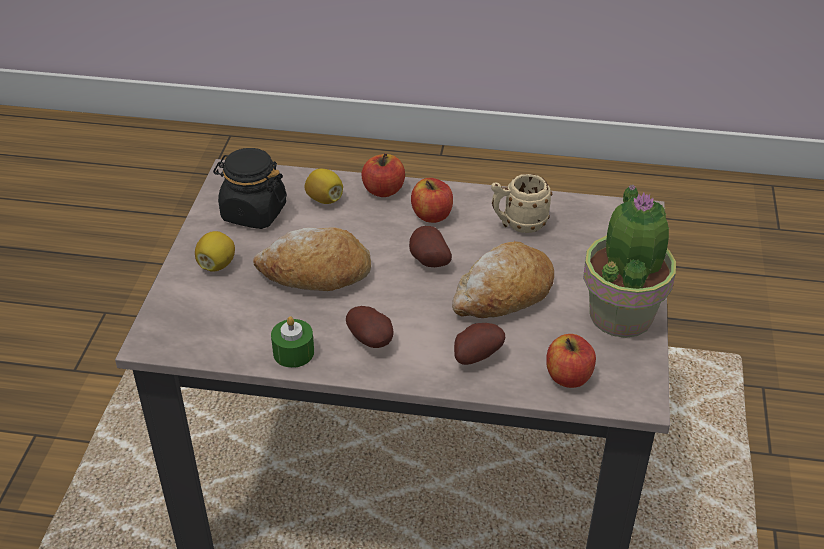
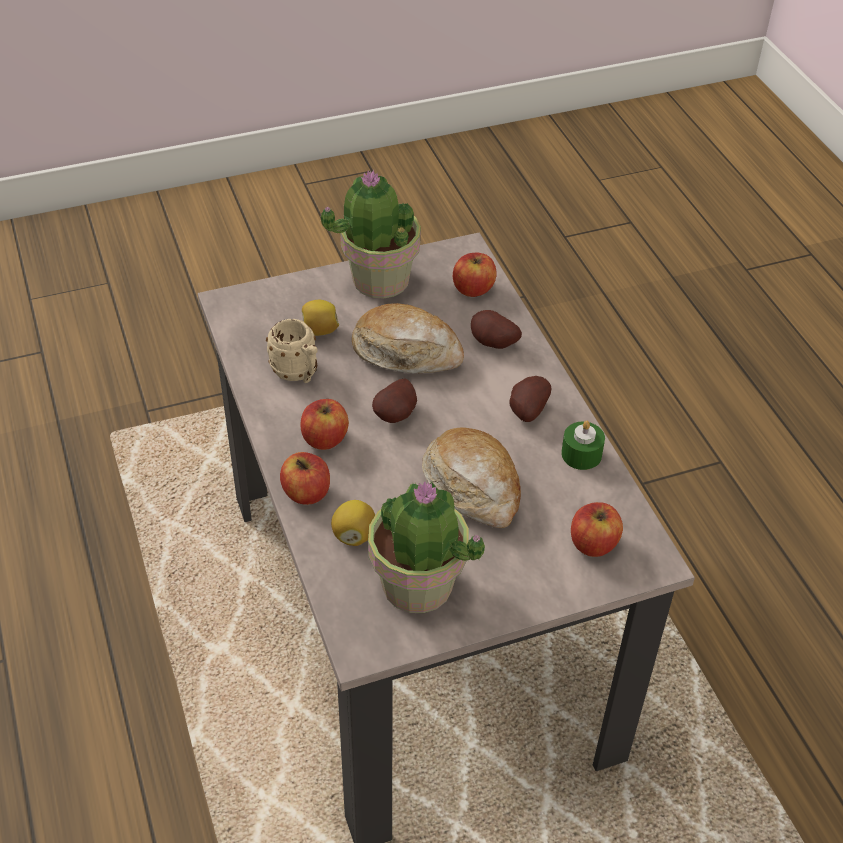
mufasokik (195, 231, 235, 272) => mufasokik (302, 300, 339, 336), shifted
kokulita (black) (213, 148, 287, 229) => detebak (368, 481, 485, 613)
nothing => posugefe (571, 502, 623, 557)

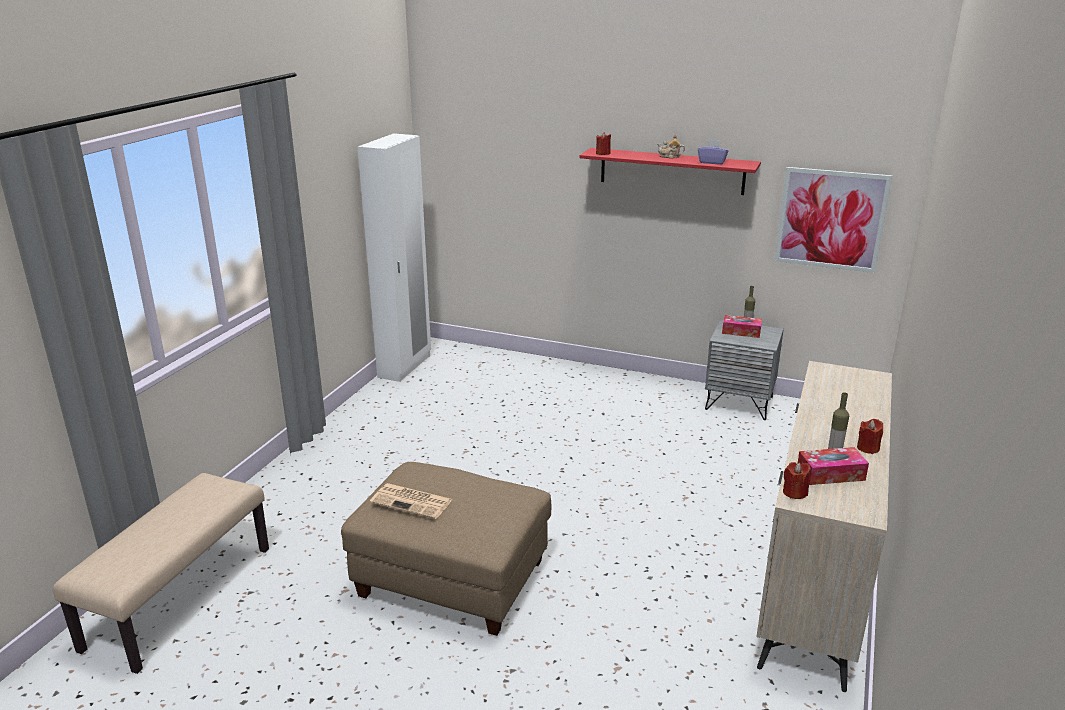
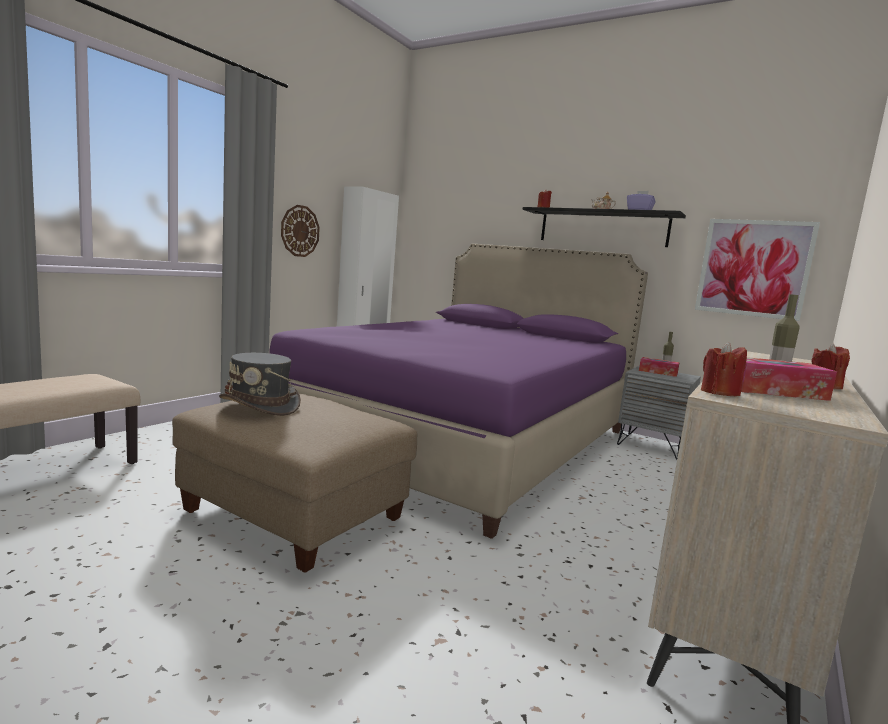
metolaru (370, 483, 453, 519) => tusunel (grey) (219, 353, 301, 416)
nothing => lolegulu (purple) (269, 244, 648, 539)
nothing => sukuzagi (281, 205, 320, 257)
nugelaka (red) (579, 148, 761, 195) => nugelaka (black) (523, 207, 686, 247)

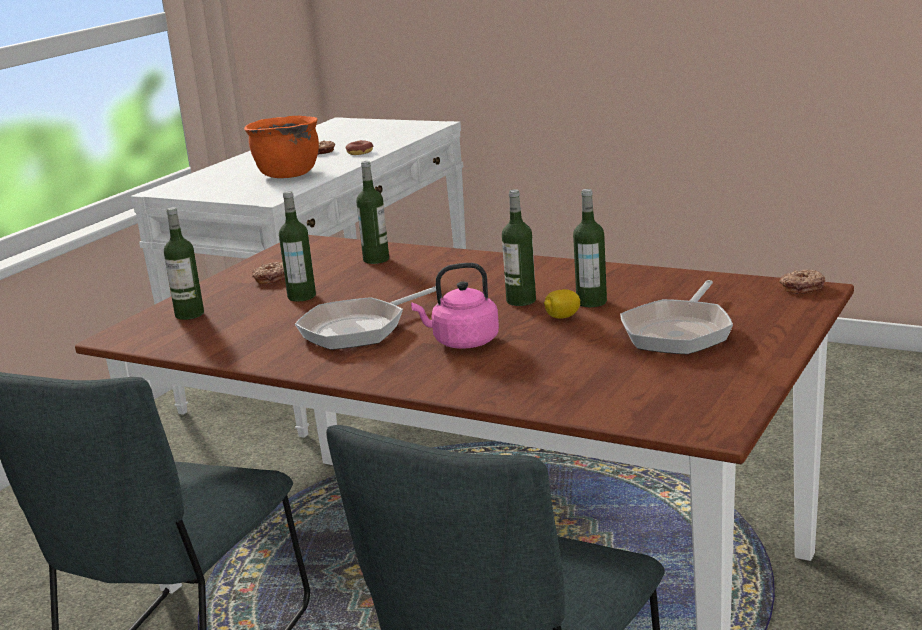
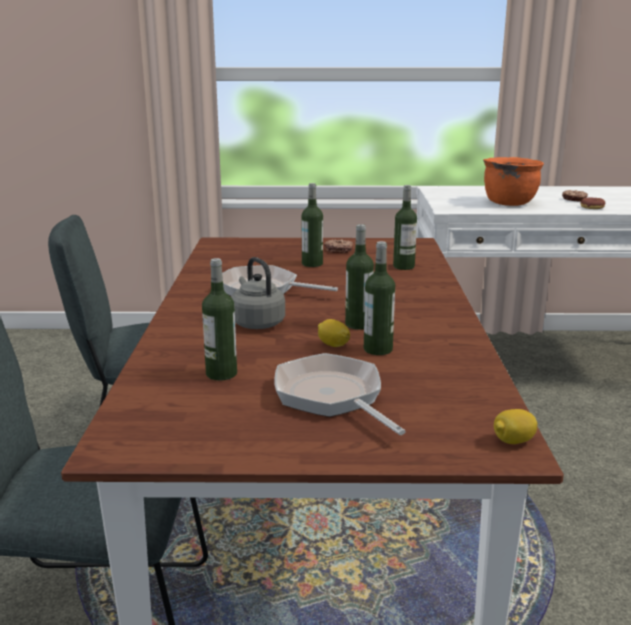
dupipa (164, 207, 204, 320) => dupipa (202, 258, 237, 381), shifted
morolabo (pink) (411, 263, 499, 349) => morolabo (grey) (231, 257, 285, 329)
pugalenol (620, 280, 733, 354) => pugalenol (275, 353, 406, 435), 60 degrees clockwise
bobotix (780, 270, 825, 294) => mufasokik (494, 409, 538, 444)

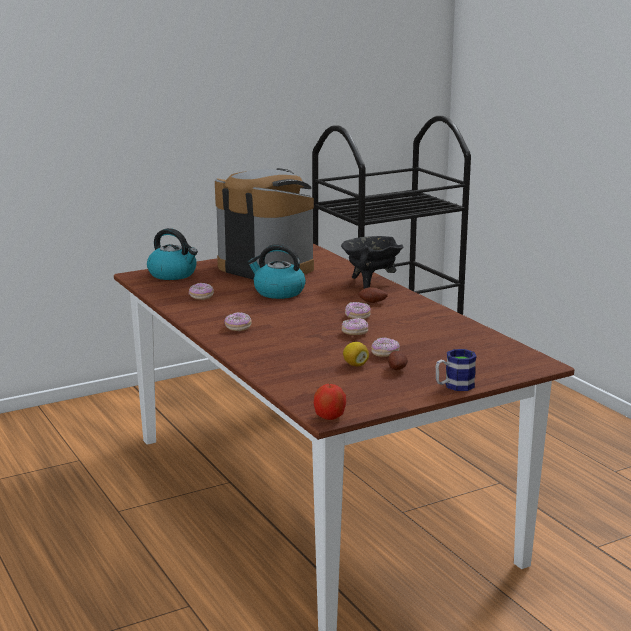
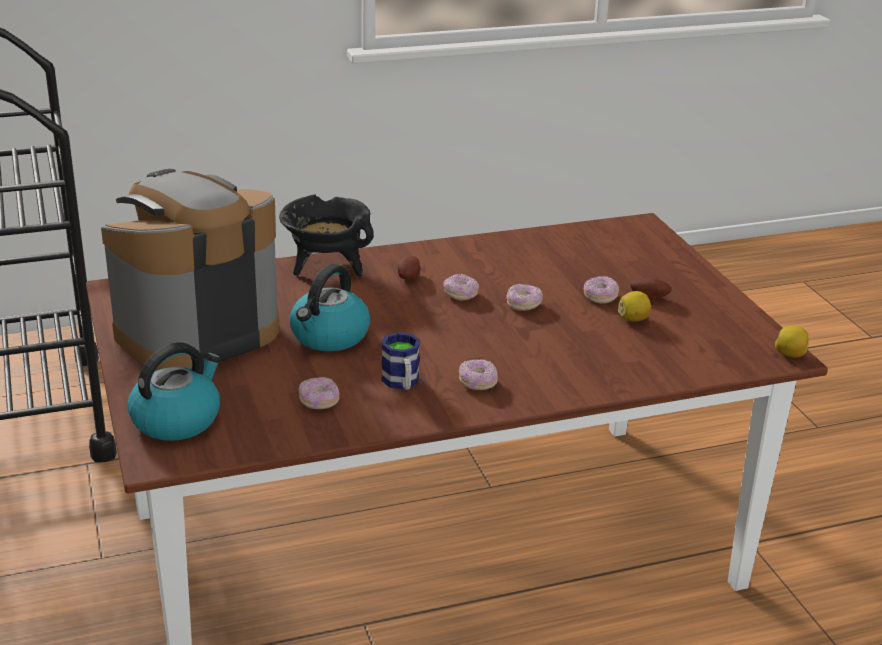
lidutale (436, 349, 477, 391) => lidutale (381, 332, 420, 390), shifted
posugefe (314, 384, 346, 420) => mufasokik (775, 326, 809, 357)

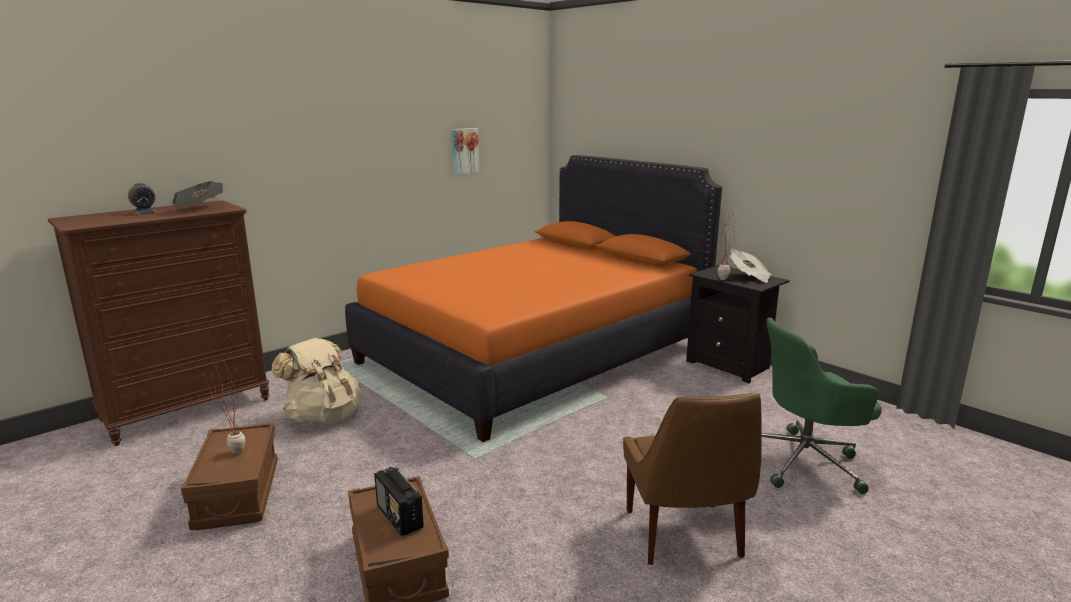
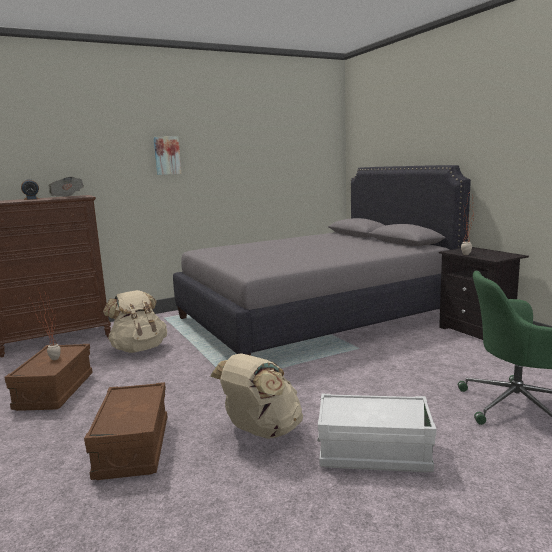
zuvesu (452, 128, 479, 175) => zuvesu (153, 136, 181, 175), shifted
lolegulu (orange) (345, 155, 722, 442) => lolegulu (grey) (173, 165, 471, 356)
nothing => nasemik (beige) (210, 353, 303, 439)
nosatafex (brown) (623, 393, 762, 565) => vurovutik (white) (317, 394, 436, 472)
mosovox (374, 467, 424, 536) => nothing
metolaru (730, 249, 771, 283) => nothing

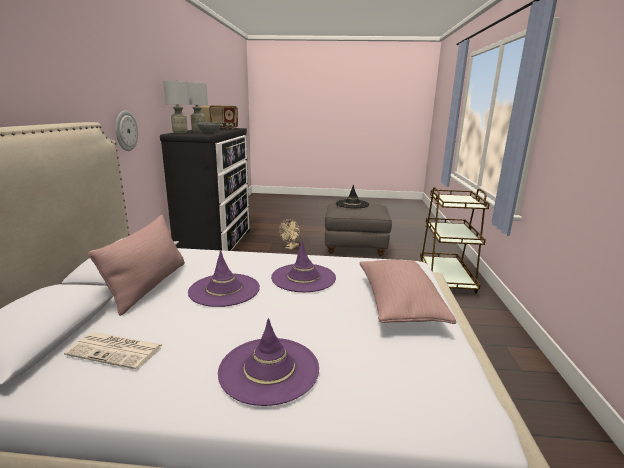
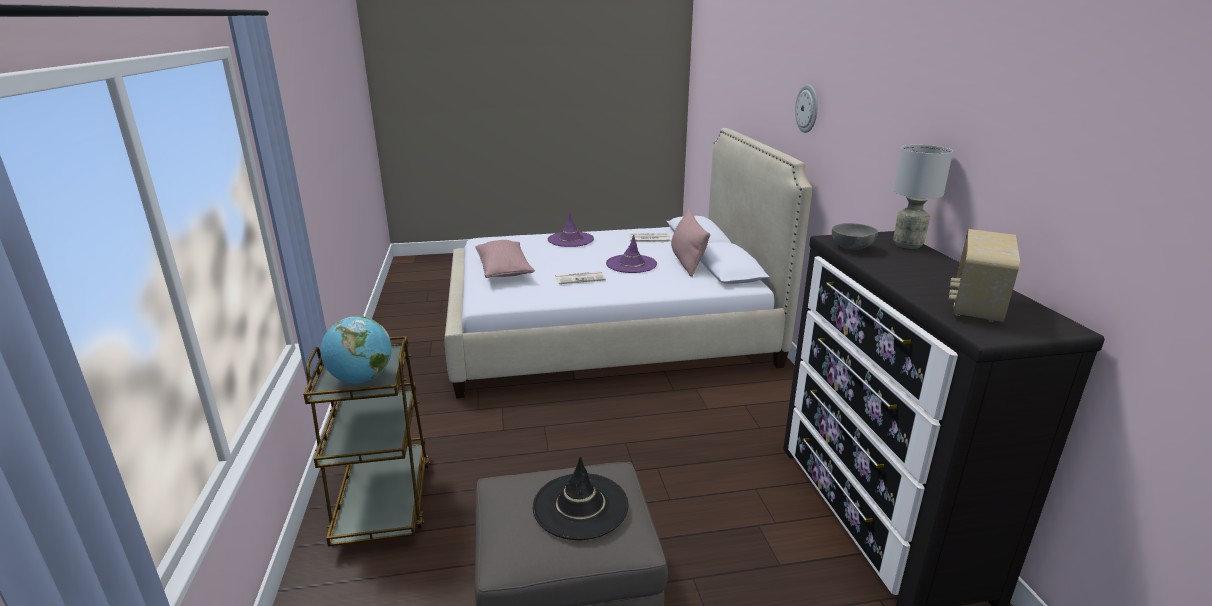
nothing => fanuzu (321, 316, 392, 383)
tusunel (purple) (271, 241, 336, 292) => metolaru (555, 271, 606, 284)
sukuzagi (115, 111, 138, 151) => sukuzagi (795, 84, 818, 133), shifted
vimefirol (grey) (188, 82, 208, 132) => nothing
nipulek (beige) (279, 219, 300, 250) => nothing

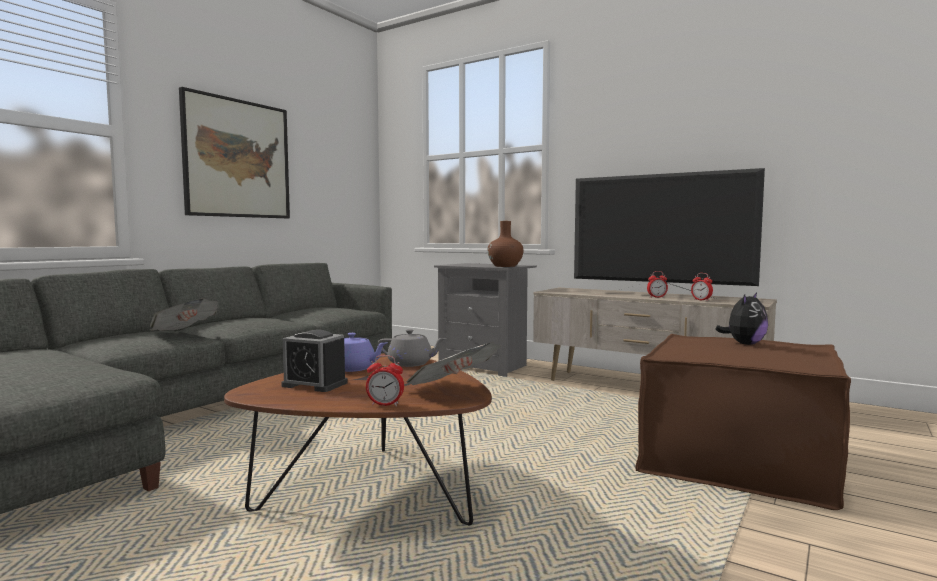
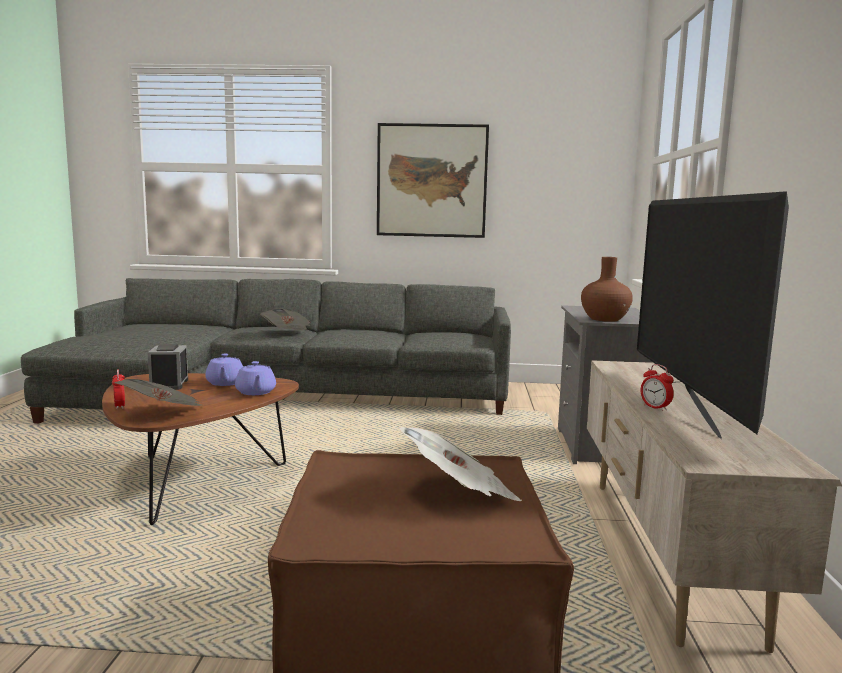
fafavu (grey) (378, 329, 446, 367) => fafavu (purple) (235, 361, 276, 395)
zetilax (715, 292, 768, 345) => metolaru (399, 427, 522, 501)
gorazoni (691, 273, 713, 301) => nothing

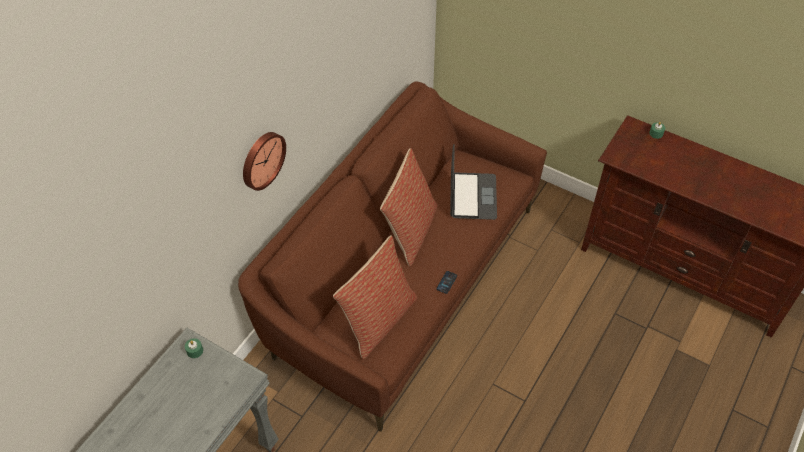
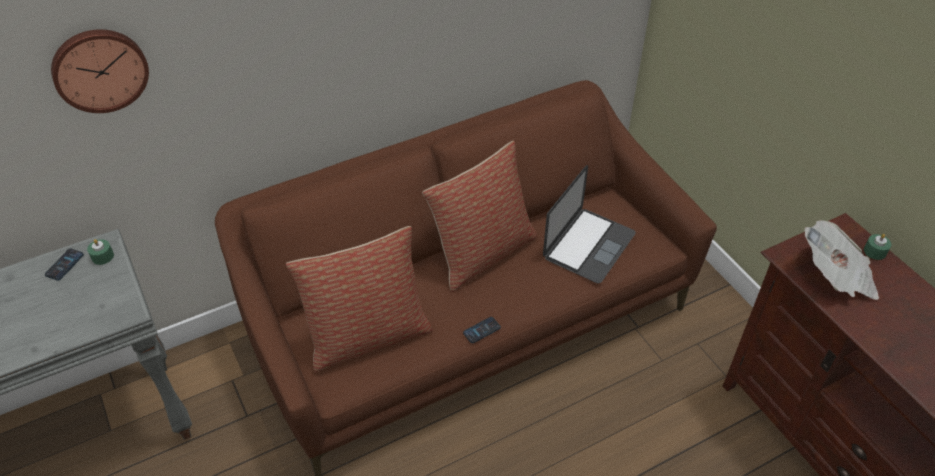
nothing => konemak (45, 249, 84, 280)
sukuzagi (243, 132, 286, 191) => sukuzagi (51, 29, 149, 113), shifted
nothing => metolaru (804, 220, 880, 300)

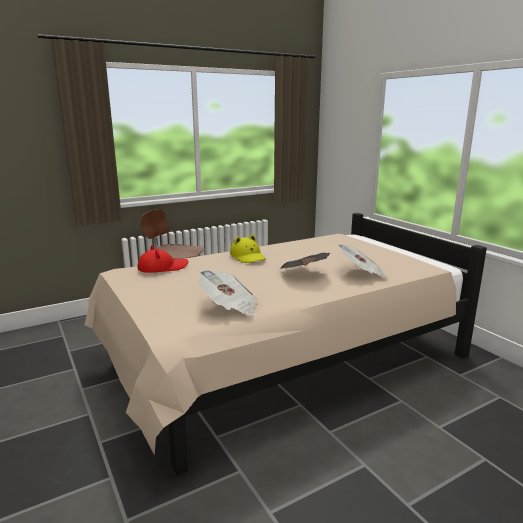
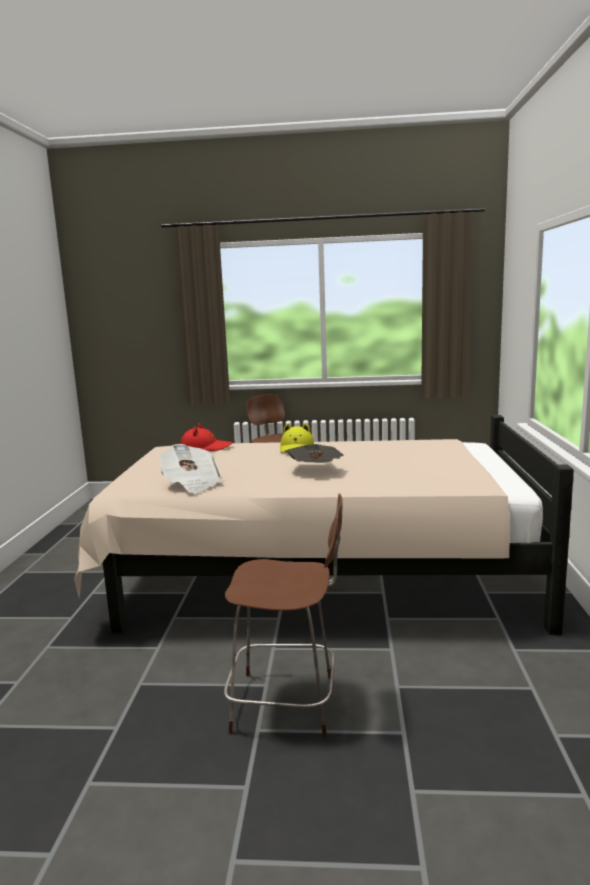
nothing => nosatafex (brown) (224, 493, 343, 738)
metolaru (338, 244, 387, 278) => nothing

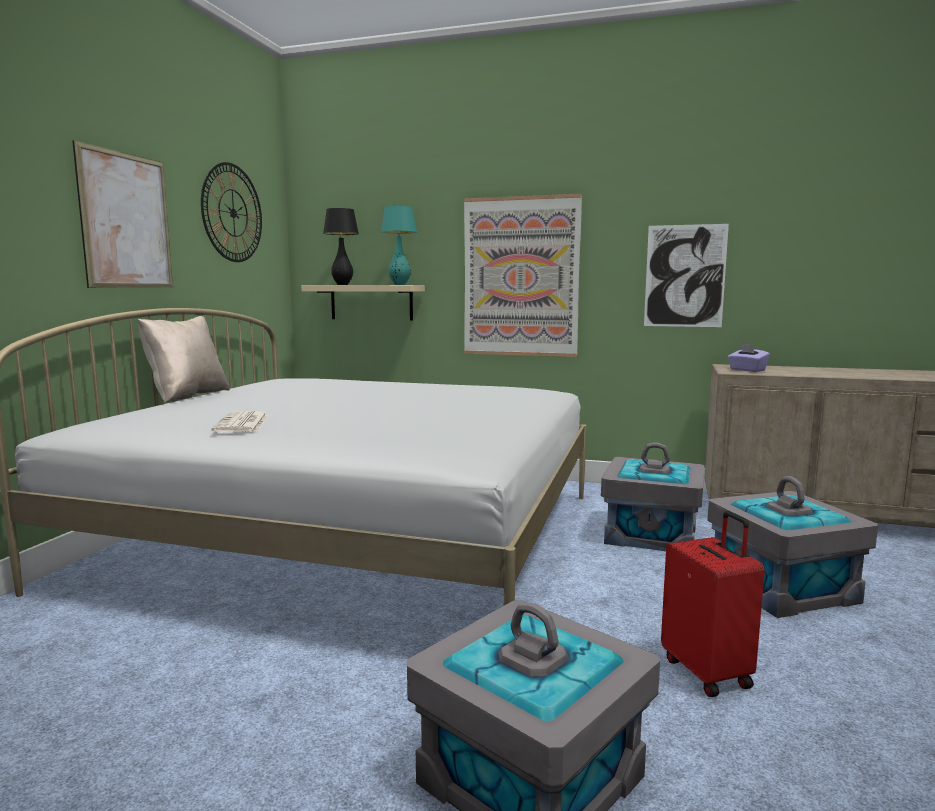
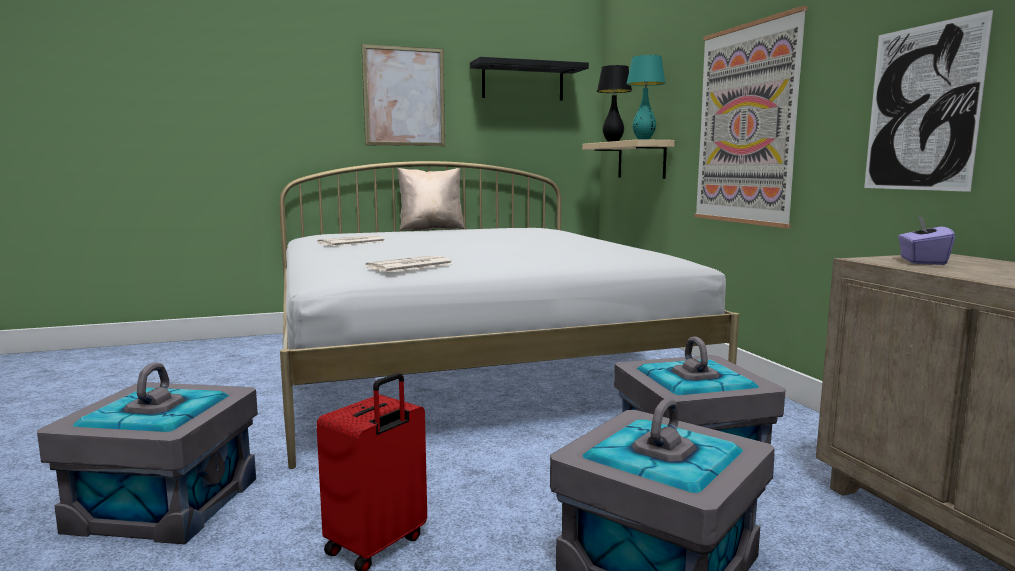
nothing => metolaru (365, 255, 453, 272)
sukuzagi (201, 162, 262, 262) => nugelaka (black) (470, 57, 589, 101)

